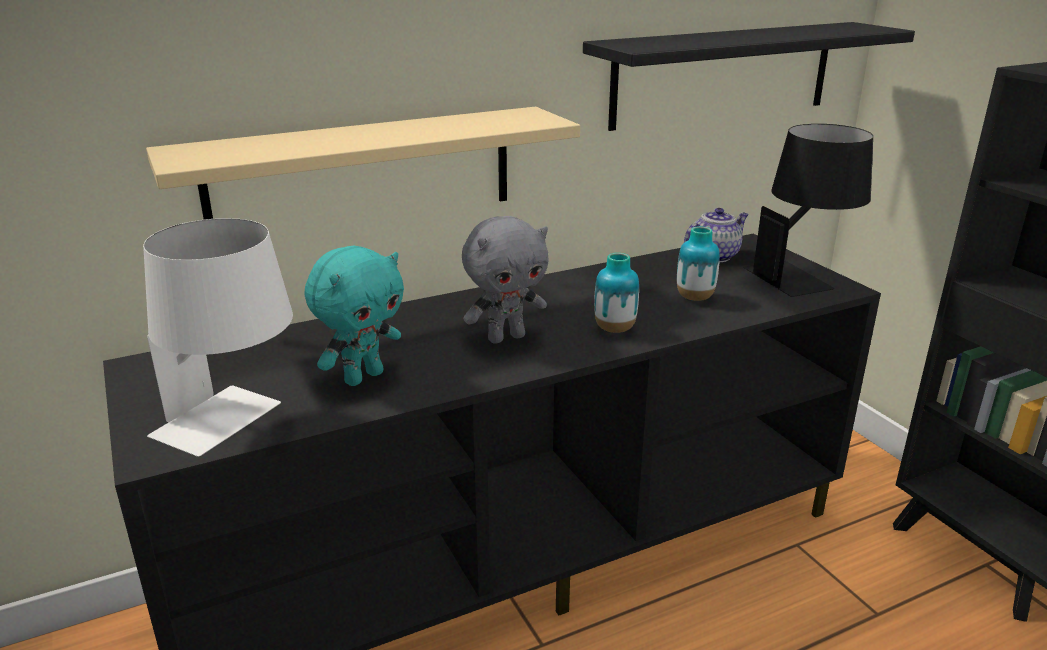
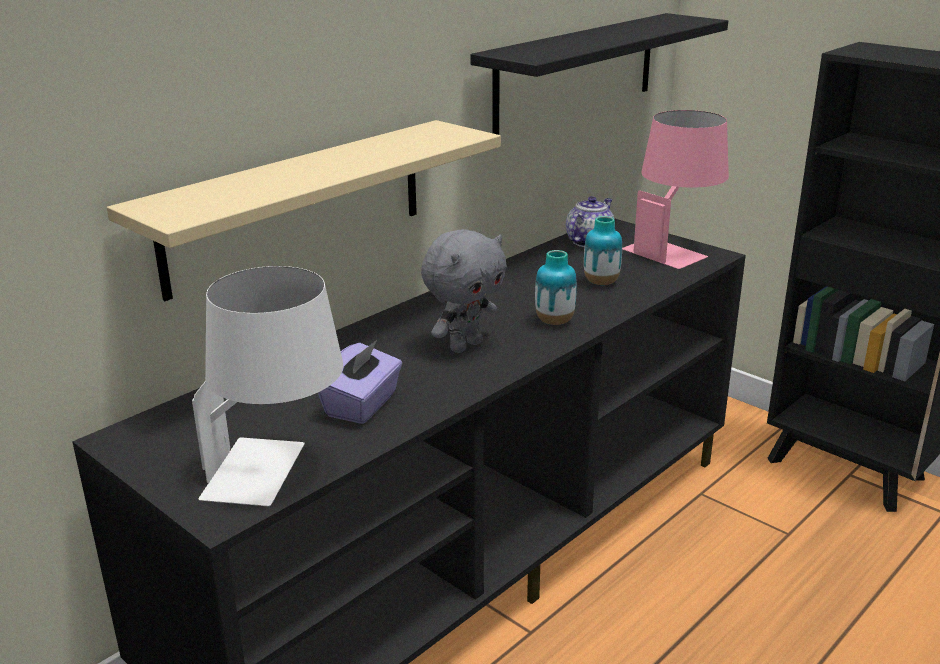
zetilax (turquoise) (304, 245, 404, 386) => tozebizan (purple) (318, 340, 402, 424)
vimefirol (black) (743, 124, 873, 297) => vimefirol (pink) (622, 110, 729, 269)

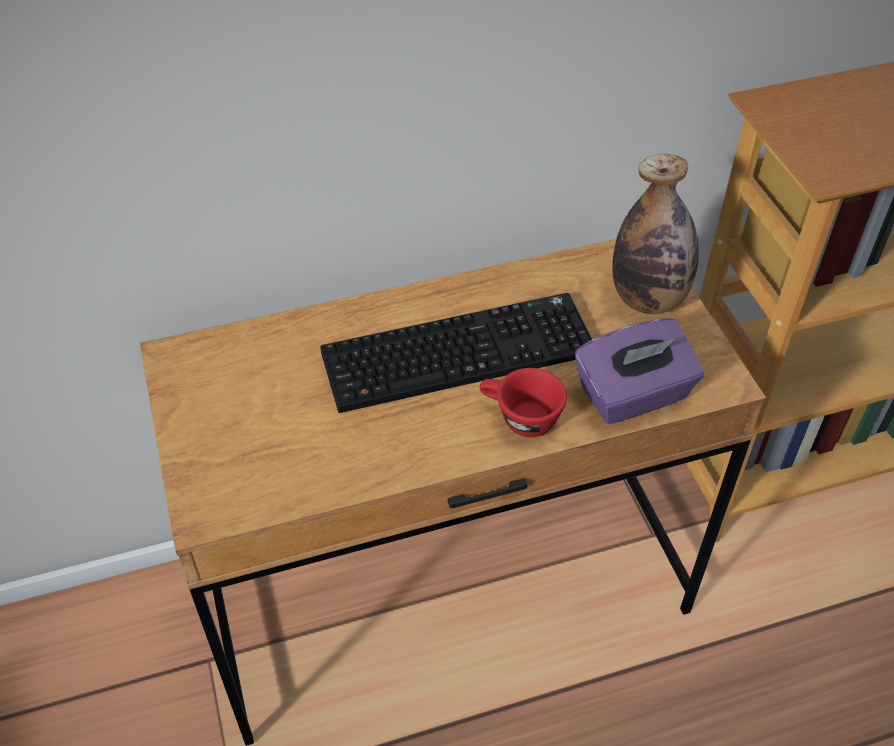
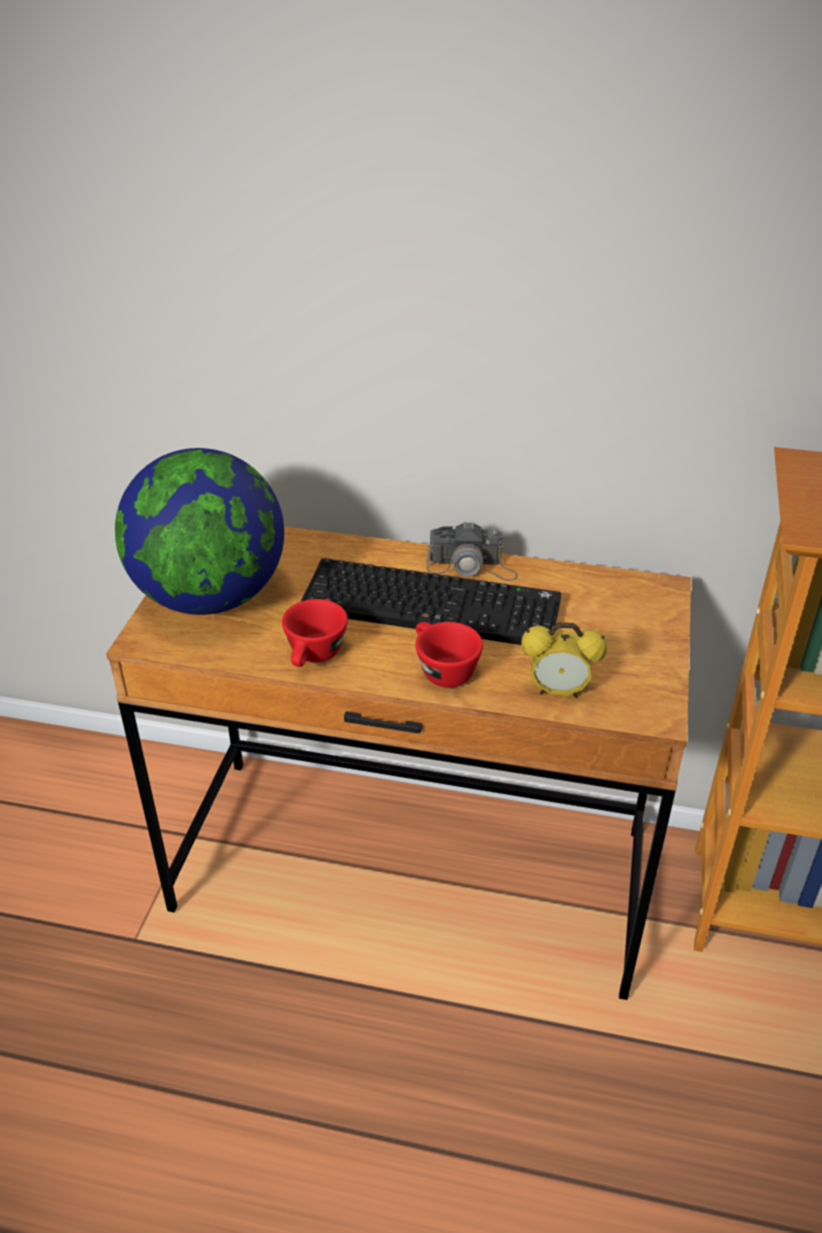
nothing => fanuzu (115, 448, 284, 615)
nothing => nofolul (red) (282, 599, 348, 667)
nothing => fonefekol (426, 521, 518, 581)
tozebizan (purple) (575, 318, 705, 424) => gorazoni (521, 623, 607, 698)
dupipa (612, 154, 699, 314) => nothing

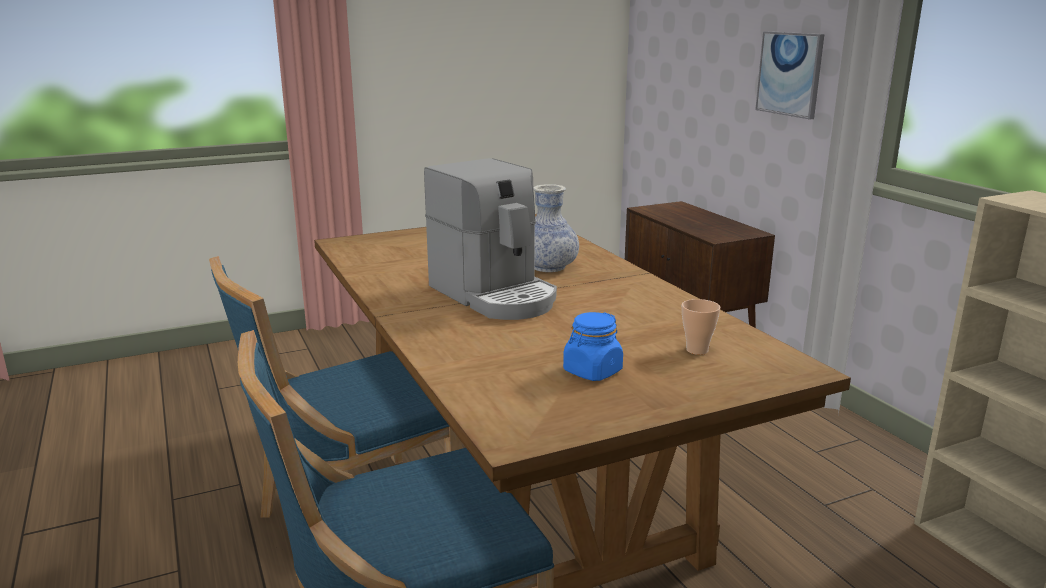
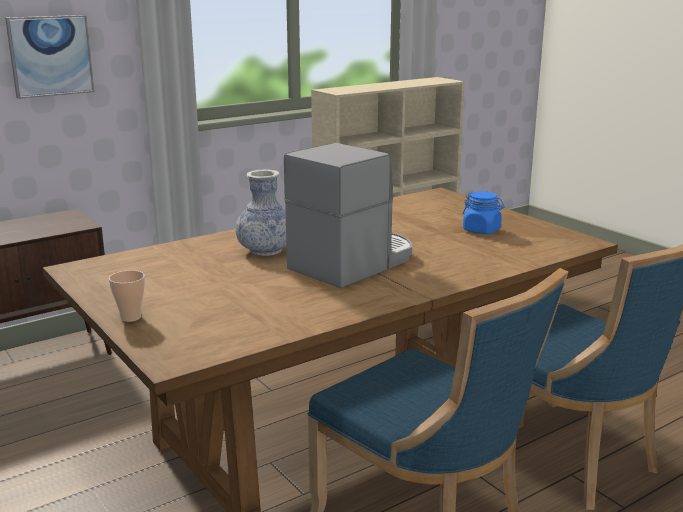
nofolul (682, 299, 720, 355) => nofolul (109, 270, 145, 322), shifted

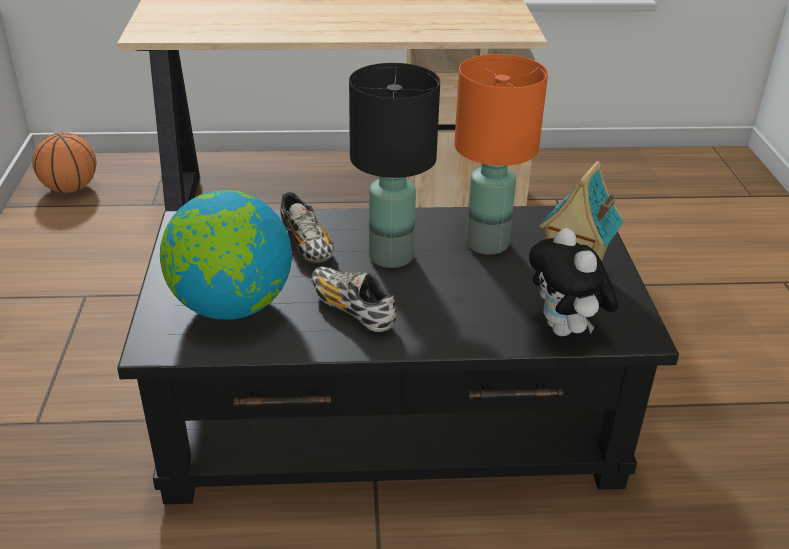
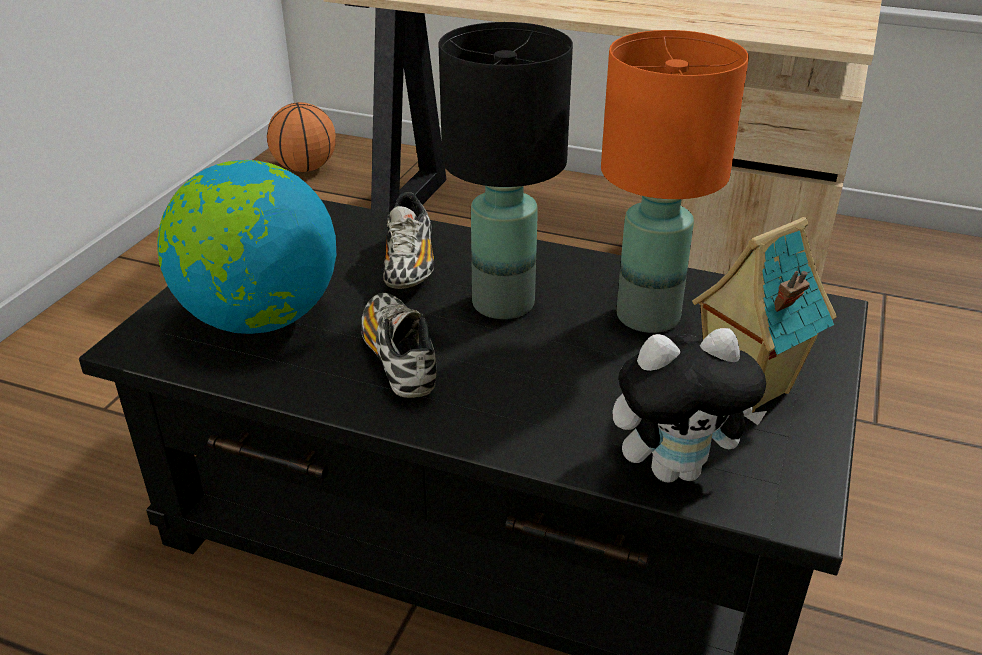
zetilax (529, 228, 618, 336) => zetilax (612, 328, 767, 483), 105 degrees counterclockwise

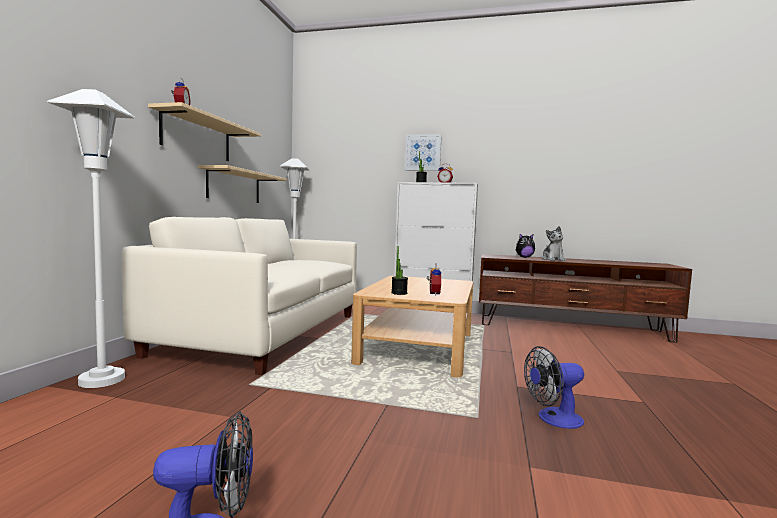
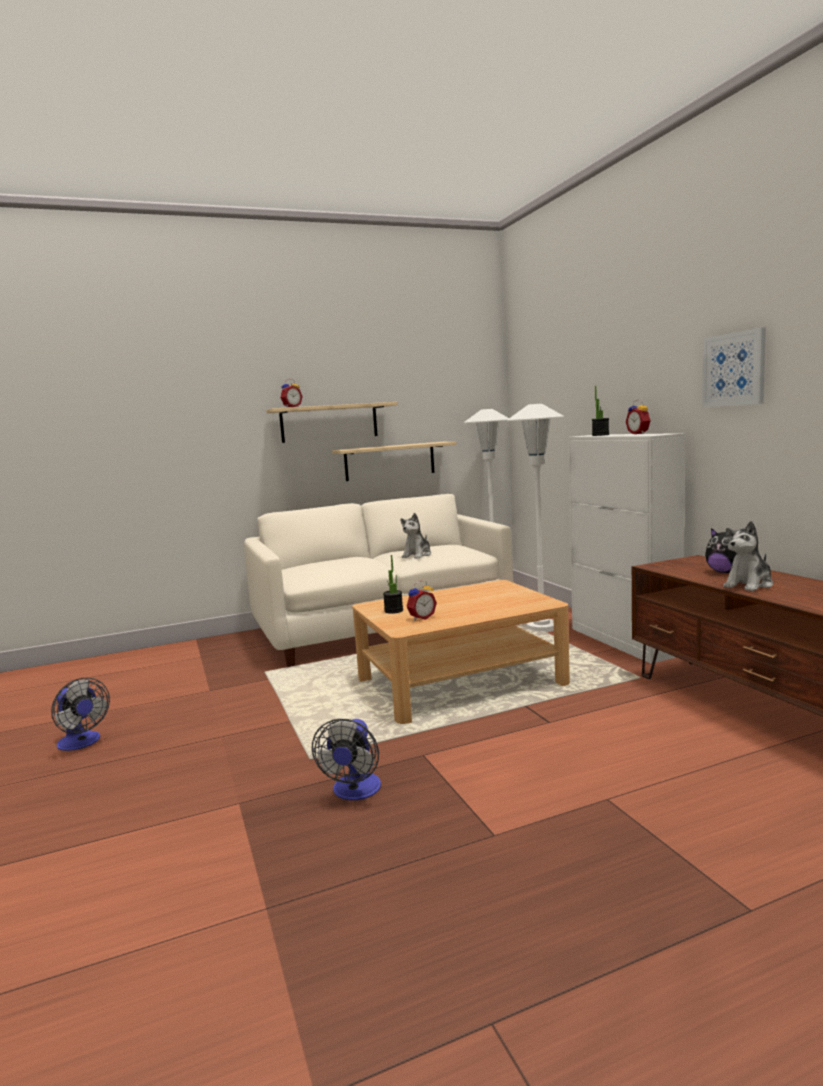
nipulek (524, 346, 584, 429) => nipulek (312, 719, 381, 800), 120 degrees counterclockwise
nothing => zetilax (400, 513, 431, 559)
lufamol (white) (47, 89, 135, 388) => lufamol (white) (507, 404, 565, 632), shifted
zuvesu (405, 134, 442, 171) => zuvesu (702, 327, 766, 407), shifted

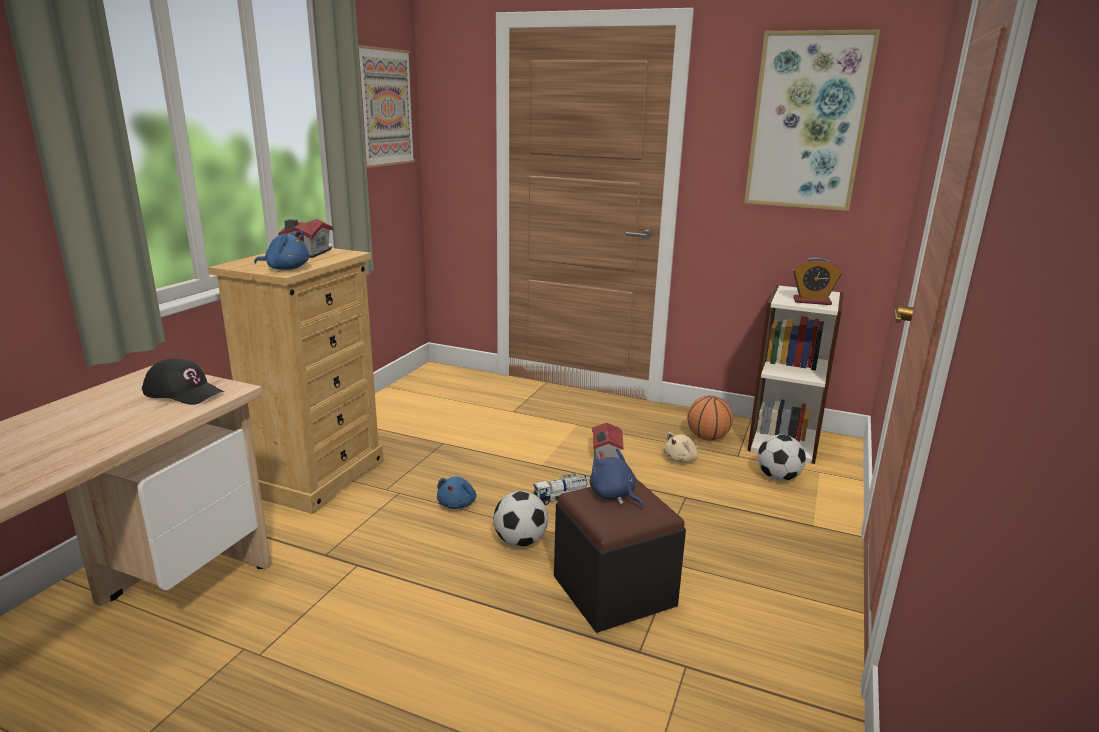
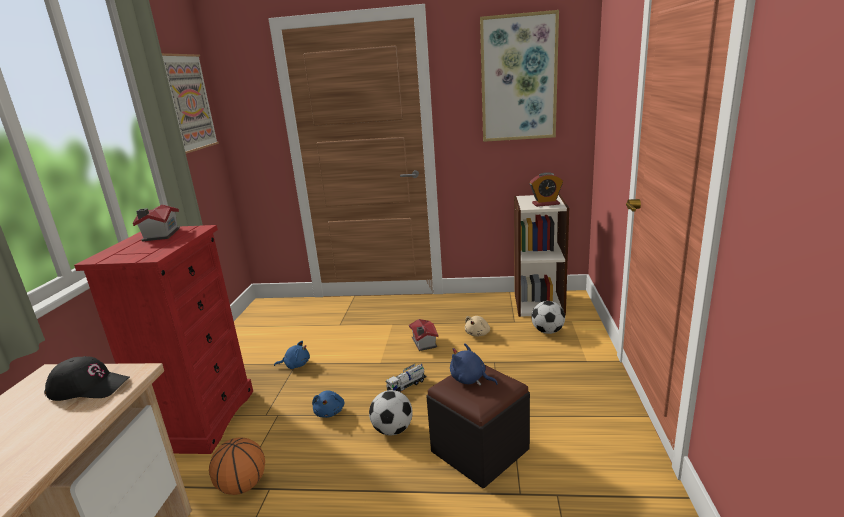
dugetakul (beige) (208, 248, 384, 514) => dugetakul (red) (74, 225, 253, 454)
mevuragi (687, 395, 733, 441) => mevuragi (209, 437, 265, 495), shifted
zetilax (blue) (254, 231, 309, 270) => zetilax (blue) (274, 341, 310, 369), shifted

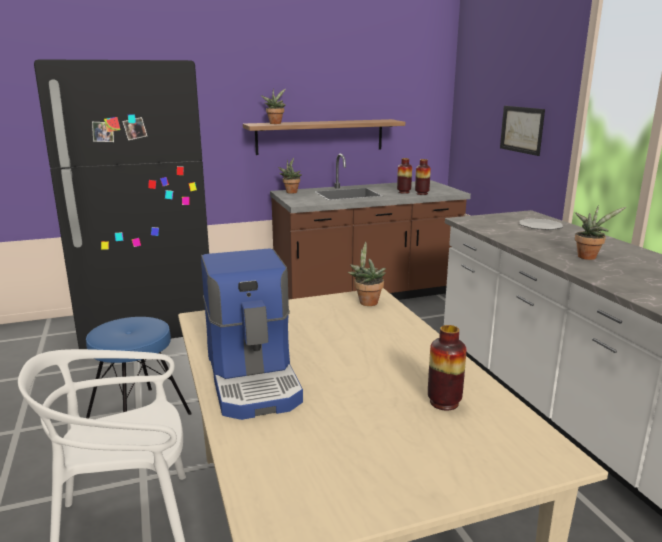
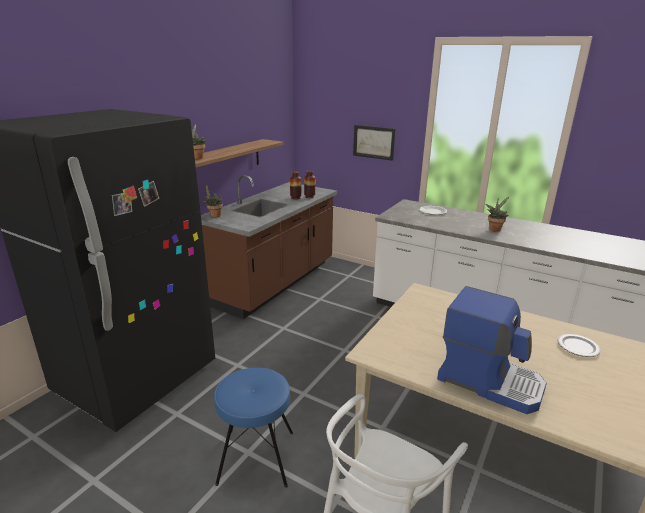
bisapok (428, 325, 466, 411) => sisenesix (557, 334, 601, 357)
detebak (348, 242, 386, 306) => nothing

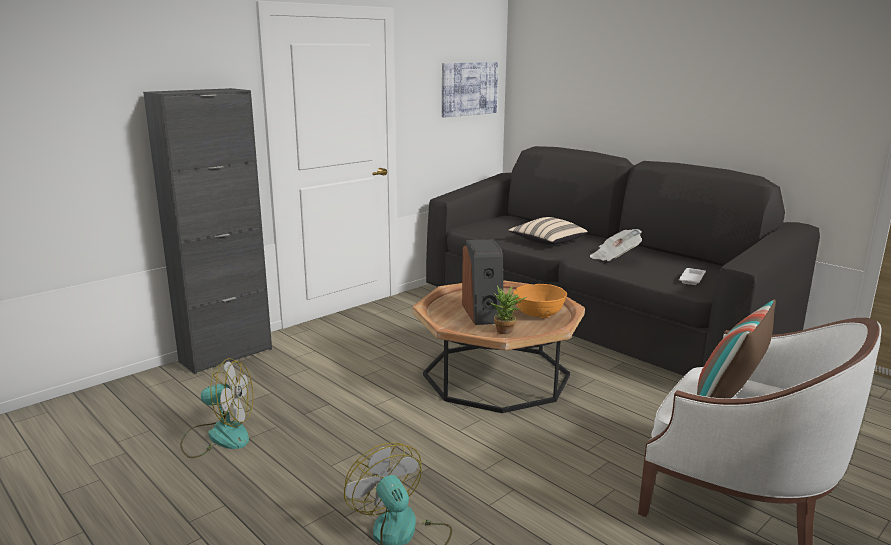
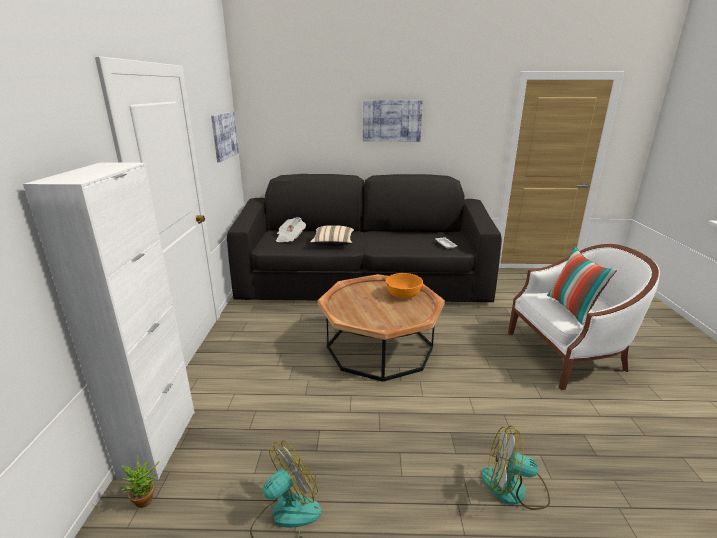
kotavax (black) (143, 88, 272, 374) => kotavax (white) (23, 162, 195, 480)
detebak (491, 286, 527, 334) => detebak (121, 455, 160, 508), shifted
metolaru (590, 229, 642, 261) => metolaru (276, 217, 306, 242), shifted
nothing => zuvesu (363, 100, 423, 142)
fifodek (462, 239, 503, 325) => nothing

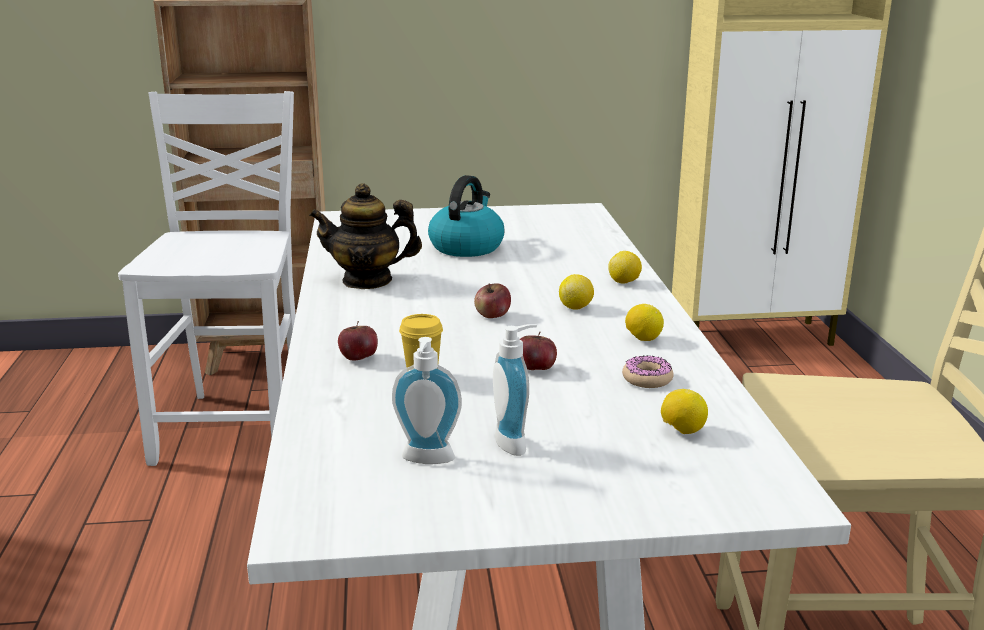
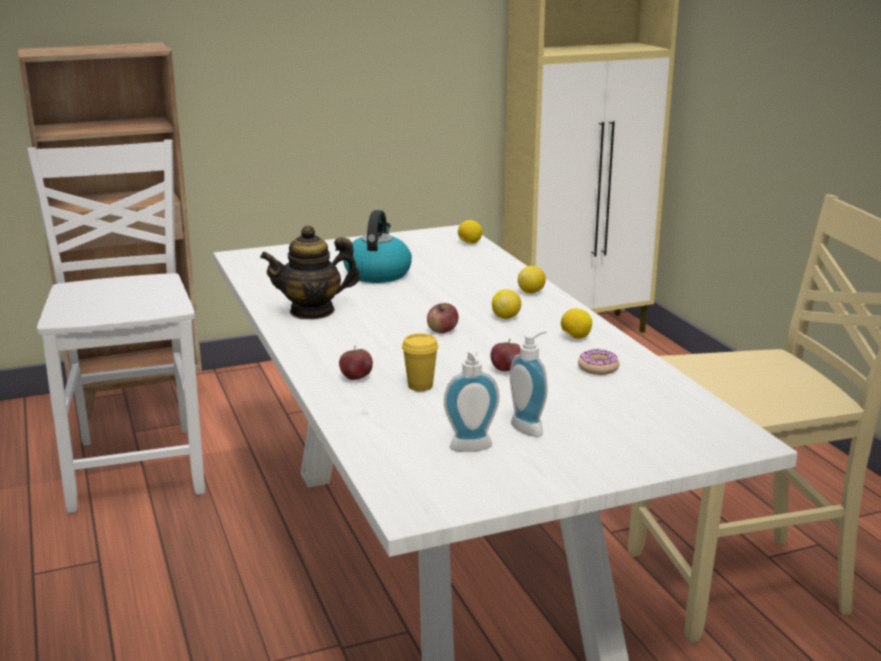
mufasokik (661, 389, 708, 434) => mufasokik (458, 220, 482, 244), shifted

